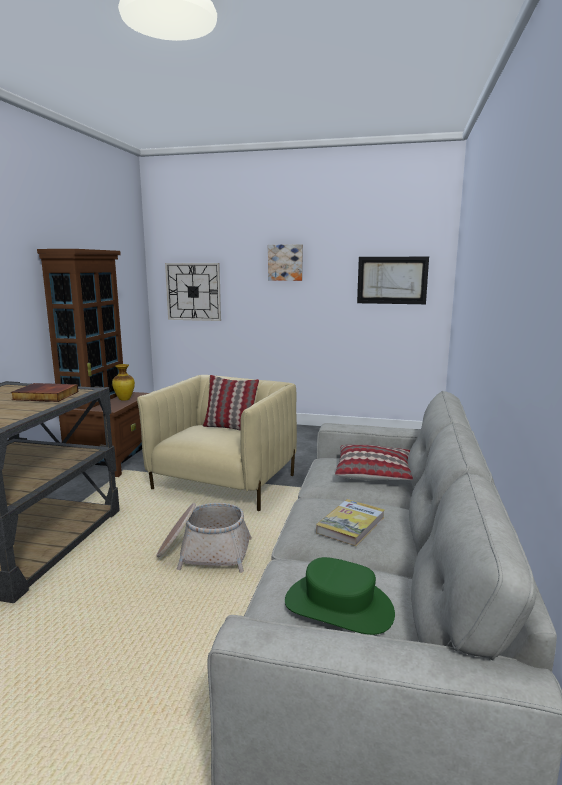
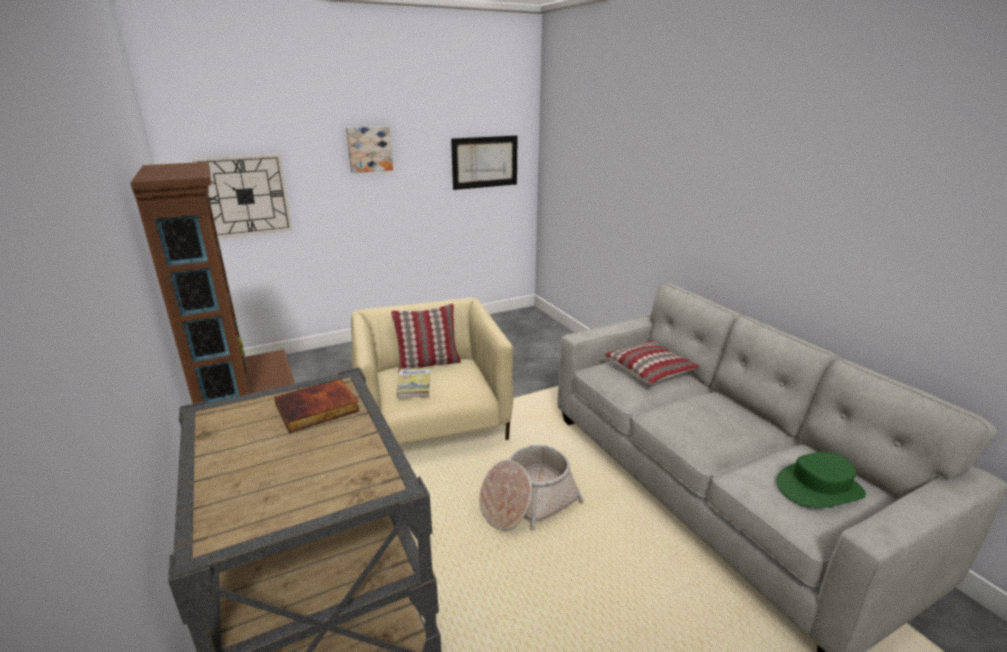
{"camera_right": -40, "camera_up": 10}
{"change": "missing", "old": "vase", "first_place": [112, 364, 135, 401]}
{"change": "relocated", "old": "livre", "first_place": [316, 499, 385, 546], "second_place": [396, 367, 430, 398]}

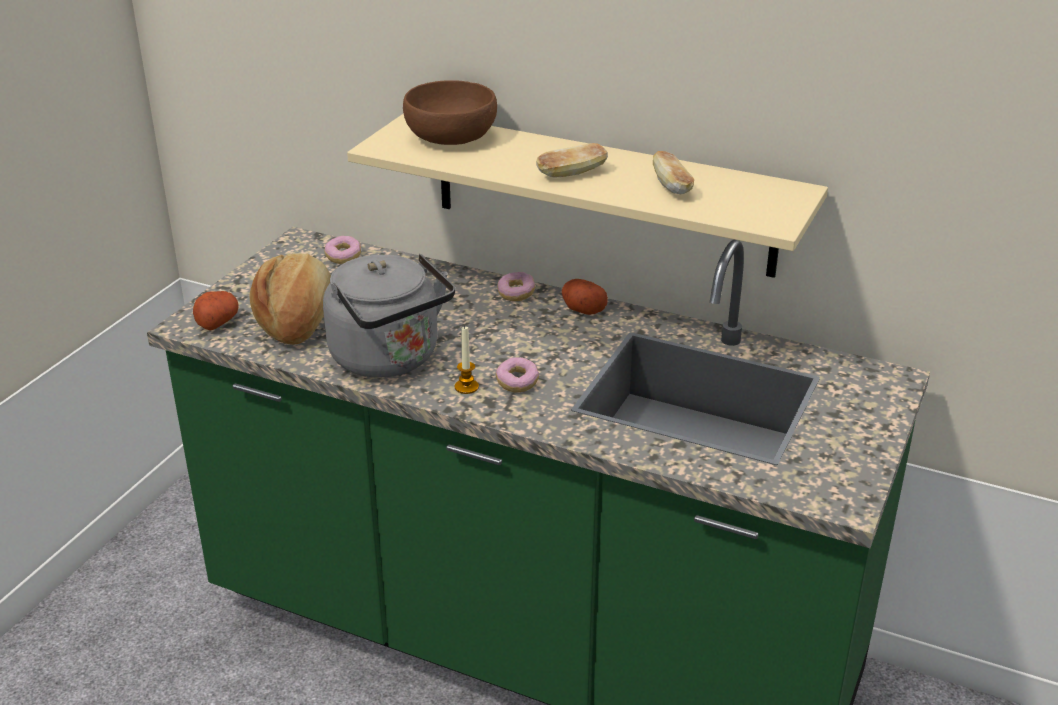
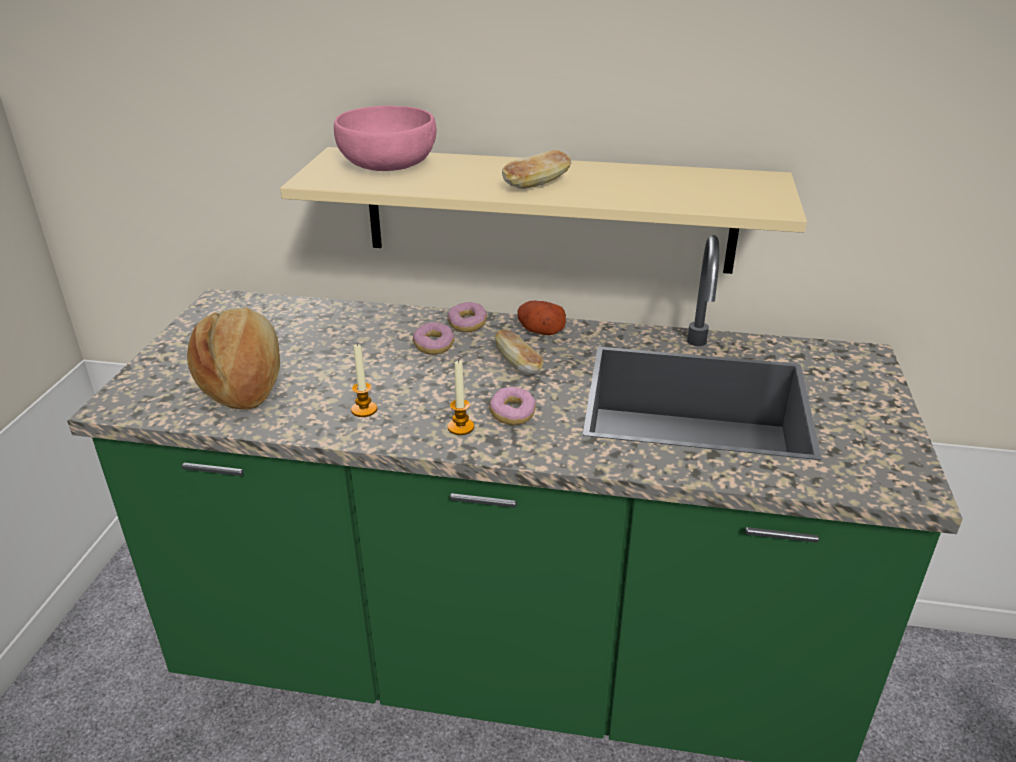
{"camera_right": -15, "camera_up": 0}
{"change": "missing", "old": "pomme de terre", "first_place": [193, 291, 239, 330]}
{"change": "relocated", "old": "beignet", "first_place": [324, 236, 361, 264], "second_place": [413, 322, 454, 355]}
{"change": "relocated", "old": "pain", "first_place": [653, 151, 694, 194], "second_place": [495, 330, 543, 374]}
{"change": "exchanged", "old": "bouilloire [gris]", "new": "bougie", "first_place": [323, 254, 455, 378], "second_place": [351, 344, 377, 417]}
{"change": "colour", "old": "bol [marron]", "new": "bol [rose]", "first_place": [403, 80, 497, 145], "second_place": [334, 106, 437, 171]}

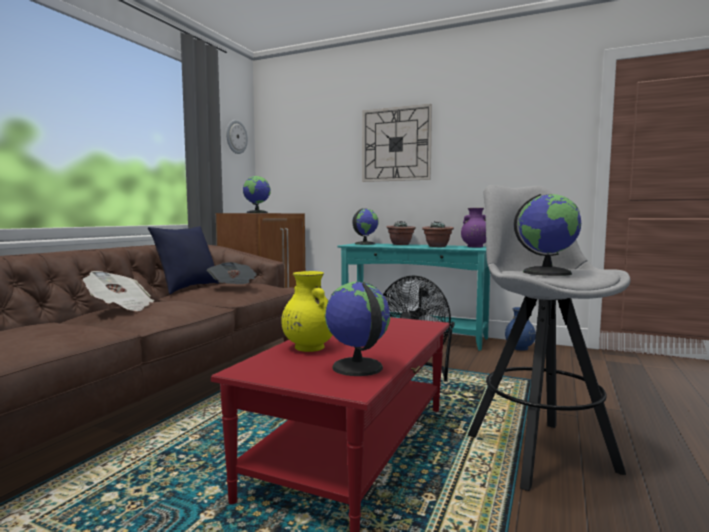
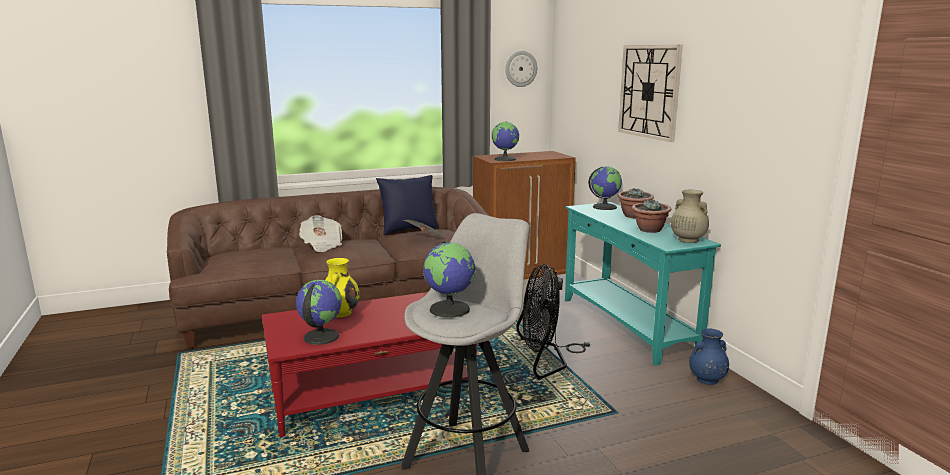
{"camera_right": 45, "camera_up": 10}
{"change": "colour", "old": "vase [violet]", "new": "vase [beige]", "first_place": [461, 208, 486, 247], "second_place": [671, 190, 709, 243]}

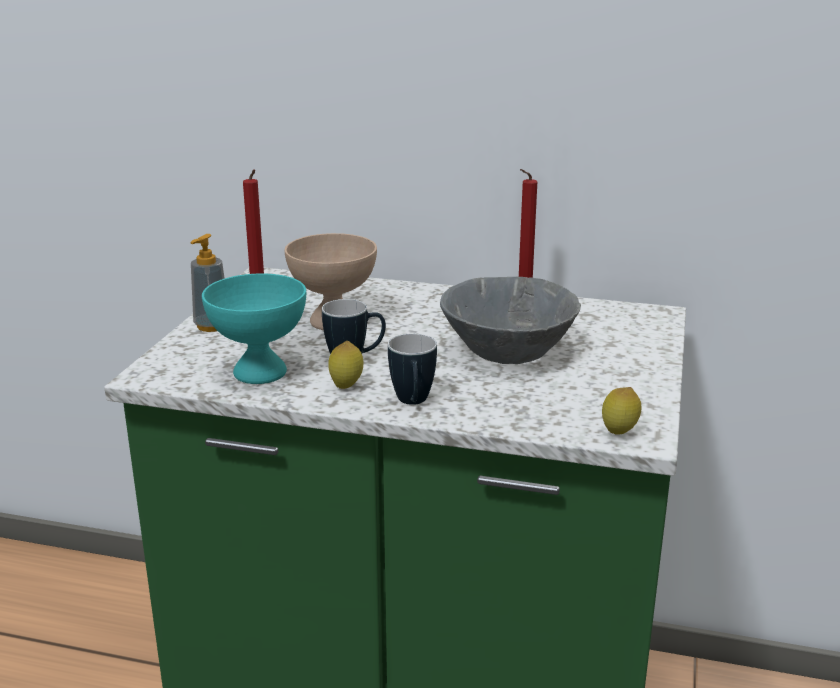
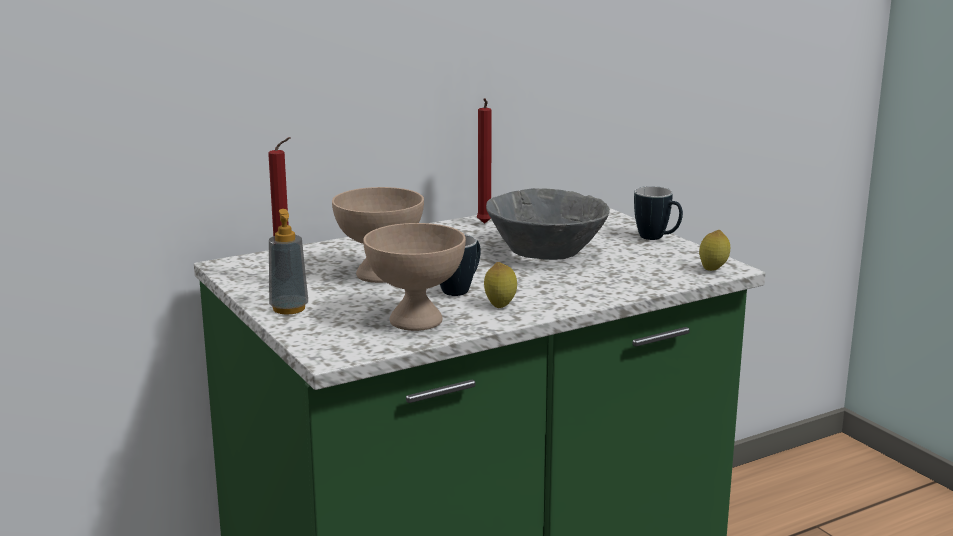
{"camera_right": -45, "camera_up": -5}
{"change": "relocated", "old": "mug", "first_place": [388, 334, 437, 405], "second_place": [634, 186, 683, 240]}
{"change": "colour", "old": "bol [turquoise]", "new": "bol [beige]", "first_place": [202, 273, 306, 384], "second_place": [363, 223, 466, 331]}

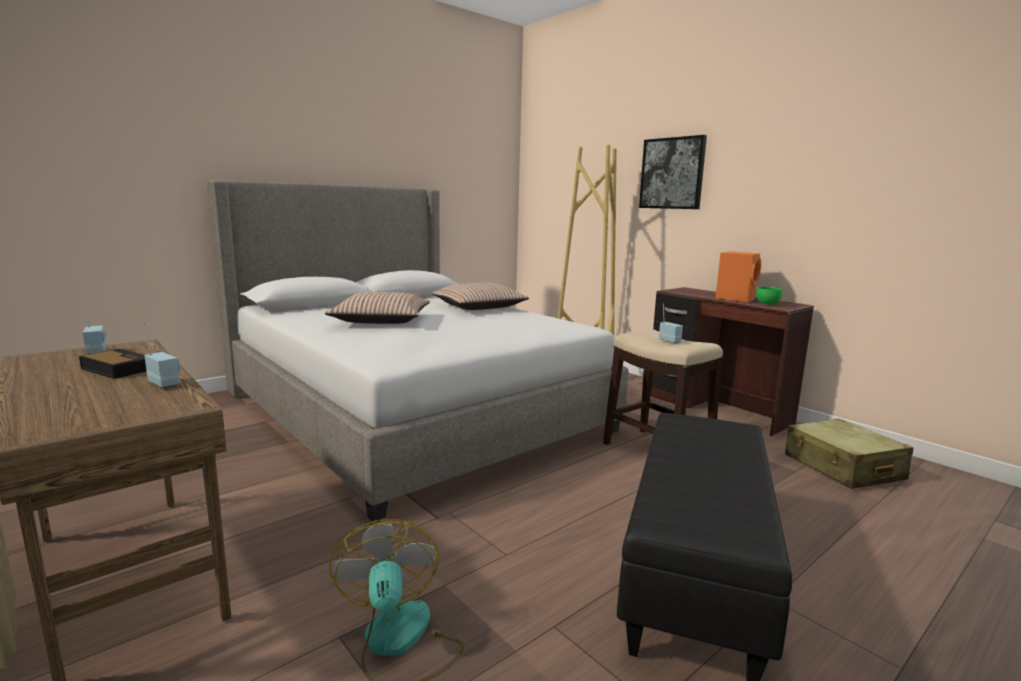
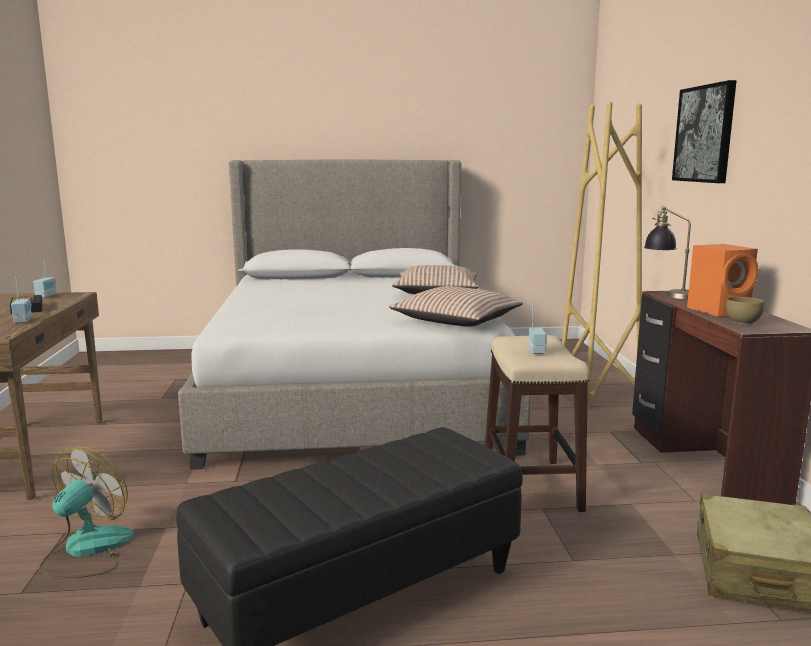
{"camera_right": 35, "camera_up": 0}
{"change": "appeared", "new": "lampe de table", "second_place": [644, 206, 691, 299]}
{"change": "relocated", "old": "coussin", "first_place": [325, 292, 430, 324], "second_place": [389, 286, 523, 327]}
{"change": "colour", "old": "bol [vert]", "new": "bol [marron]", "first_place": [756, 287, 782, 305], "second_place": [726, 297, 764, 324]}

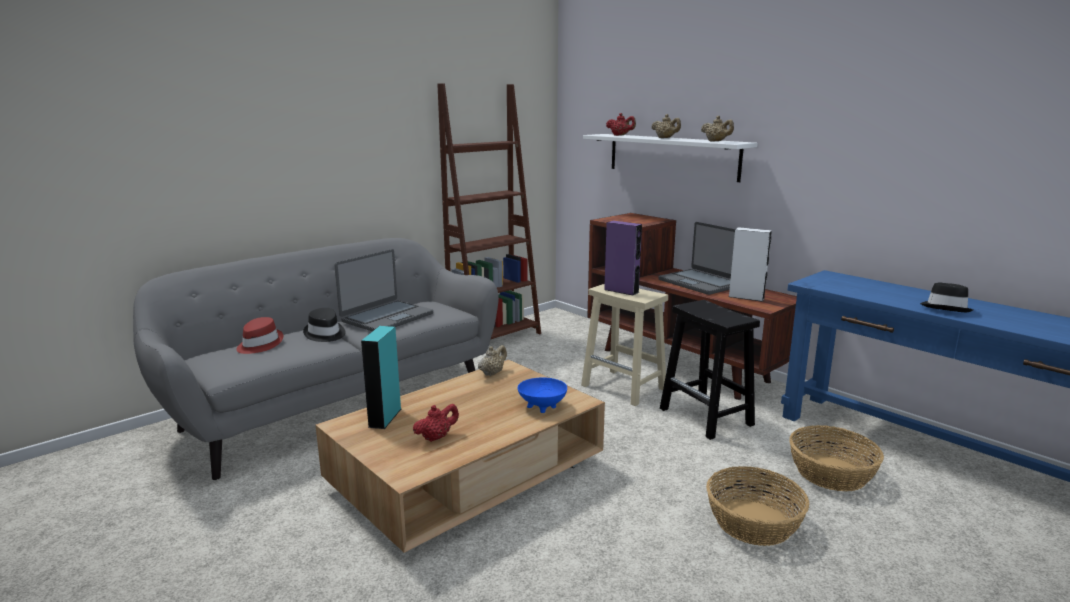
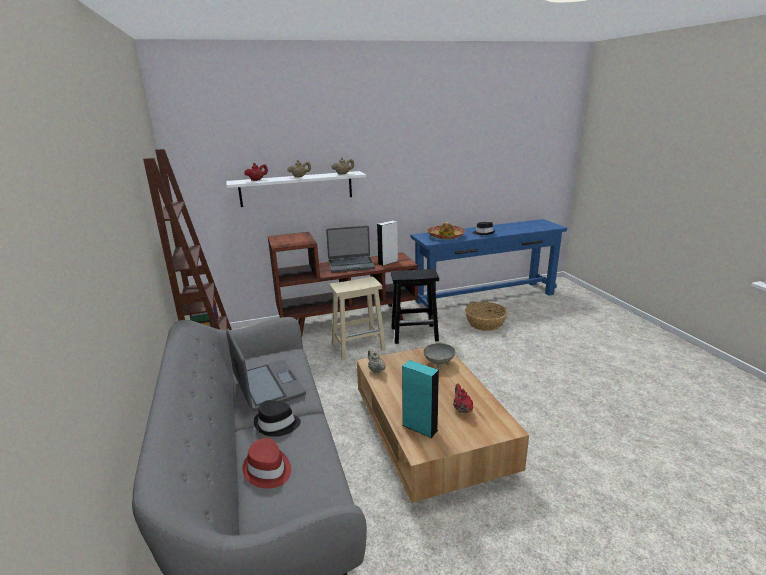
{"camera_right": -65, "camera_up": 5}
{"change": "missing", "old": "enceinte [violet]", "first_place": [604, 221, 642, 296]}
{"change": "missing", "old": "panier", "first_place": [706, 466, 810, 546]}
{"change": "appeared", "new": "chapeau", "second_place": [427, 222, 465, 240]}
{"change": "colour", "old": "bol [bleu]", "new": "bol [gris]", "first_place": [518, 378, 567, 413], "second_place": [423, 343, 456, 368]}

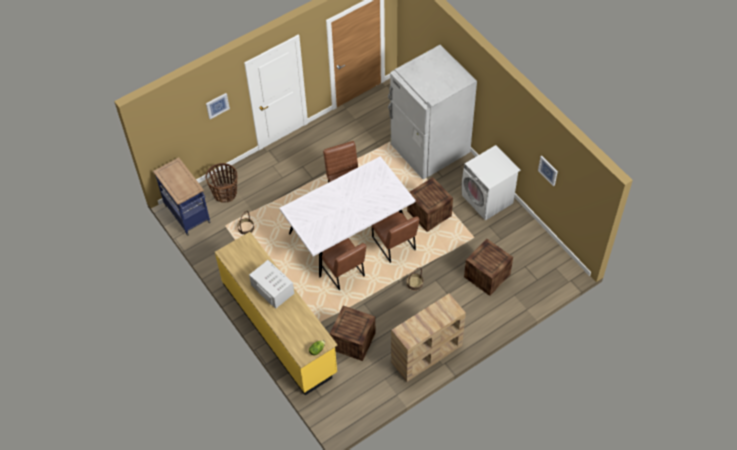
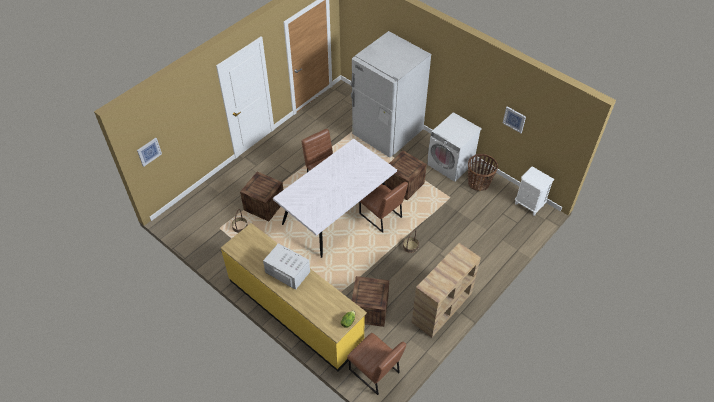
{"camera_right": -15, "camera_up": -5}
{"change": "missing", "old": "chariot [bleu]", "first_place": [153, 157, 210, 236]}
{"change": "appeared", "new": "table de chevet [blanc]", "second_place": [515, 166, 554, 215]}
{"change": "relocated", "old": "tableau", "first_place": [206, 93, 230, 119], "second_place": [137, 138, 162, 167]}
{"change": "relocated", "old": "panier", "first_place": [206, 163, 238, 203], "second_place": [468, 154, 498, 191]}
{"change": "relocated", "old": "chaise [marron]", "first_place": [322, 238, 366, 290], "second_place": [347, 333, 406, 395]}
{"change": "relocated", "old": "caisse", "first_place": [464, 239, 513, 296], "second_place": [240, 171, 283, 222]}

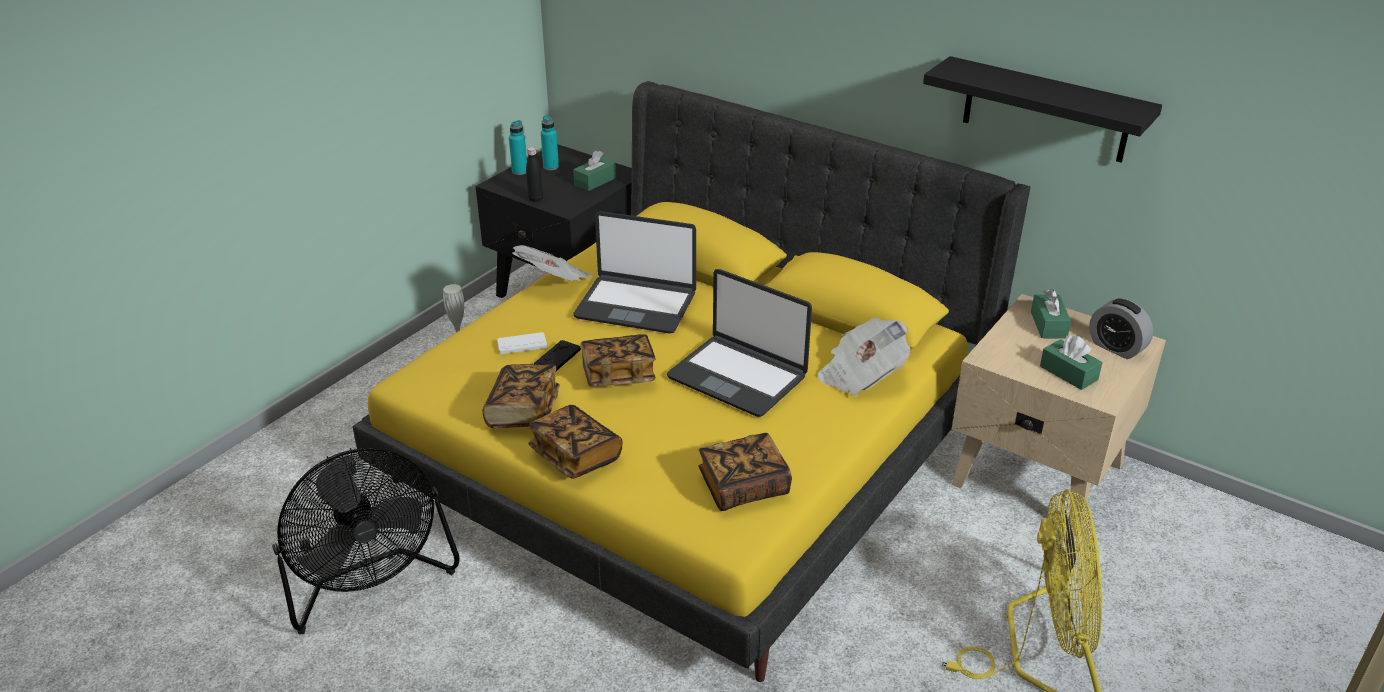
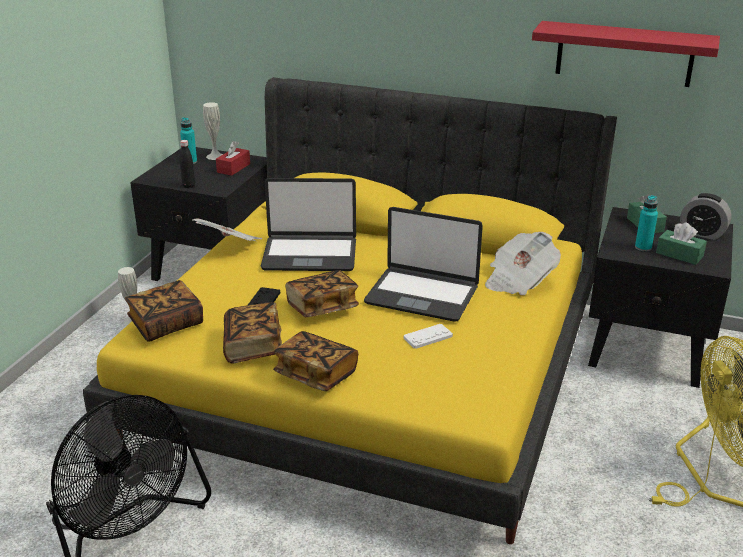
{"camera_right": -15, "camera_up": -5}
{"change": "appeared", "new": "vase [blanc]", "second_place": [203, 102, 223, 160]}
{"change": "relocated", "old": "manette [blanc]", "first_place": [497, 332, 547, 354], "second_place": [403, 324, 453, 349]}
{"change": "relocated", "old": "bouteille [turquoise]", "first_place": [509, 120, 527, 175], "second_place": [635, 195, 658, 251]}
{"change": "relocated", "old": "livre", "first_place": [699, 433, 792, 511], "second_place": [125, 280, 203, 342]}
{"change": "colour", "old": "boîte à mouchoirs [vert]", "new": "boîte à mouchoirs [rouge]", "first_place": [573, 151, 616, 191], "second_place": [216, 141, 250, 176]}
{"change": "colour", "old": "étagère [noir]", "new": "étagère [rouge]", "first_place": [923, 56, 1162, 163], "second_place": [532, 21, 720, 87]}
{"change": "colour", "old": "table de chevet [beige]", "new": "table de chevet [noir]", "first_place": [952, 294, 1166, 537], "second_place": [588, 207, 733, 388]}

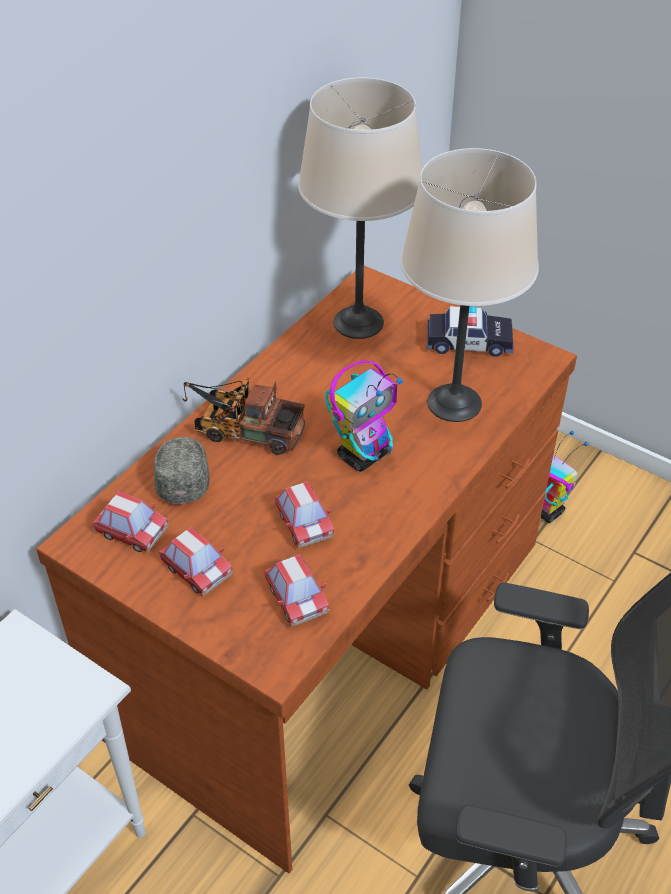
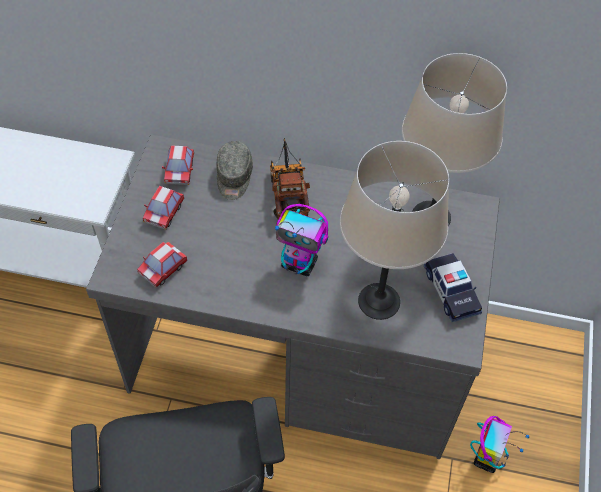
{"camera_right": 65, "camera_up": 10}
{"change": "missing", "old": "petite voiture", "first_place": [275, 482, 335, 548]}
{"change": "colour", "old": "bureau [marron]", "new": "bureau [gris]", "first_place": [36, 266, 577, 873], "second_place": [86, 135, 500, 459]}
{"change": "spun", "old": "casquette [gris]", "first_place": [154, 437, 210, 504], "second_place": [217, 141, 253, 200], "degrees": 120}

